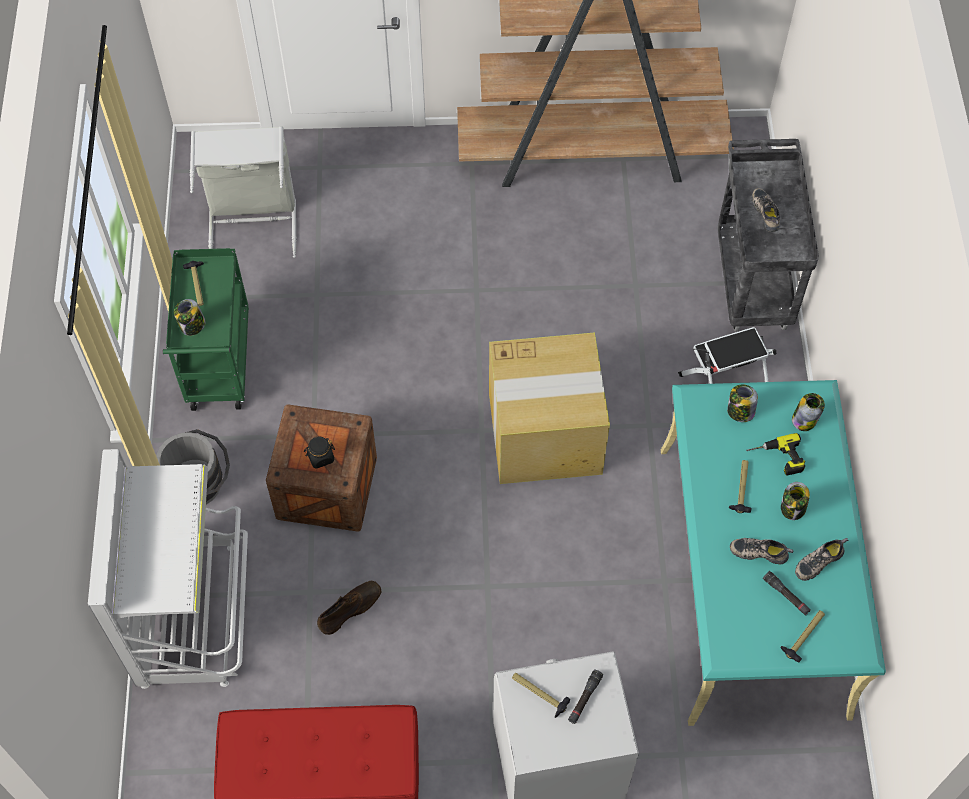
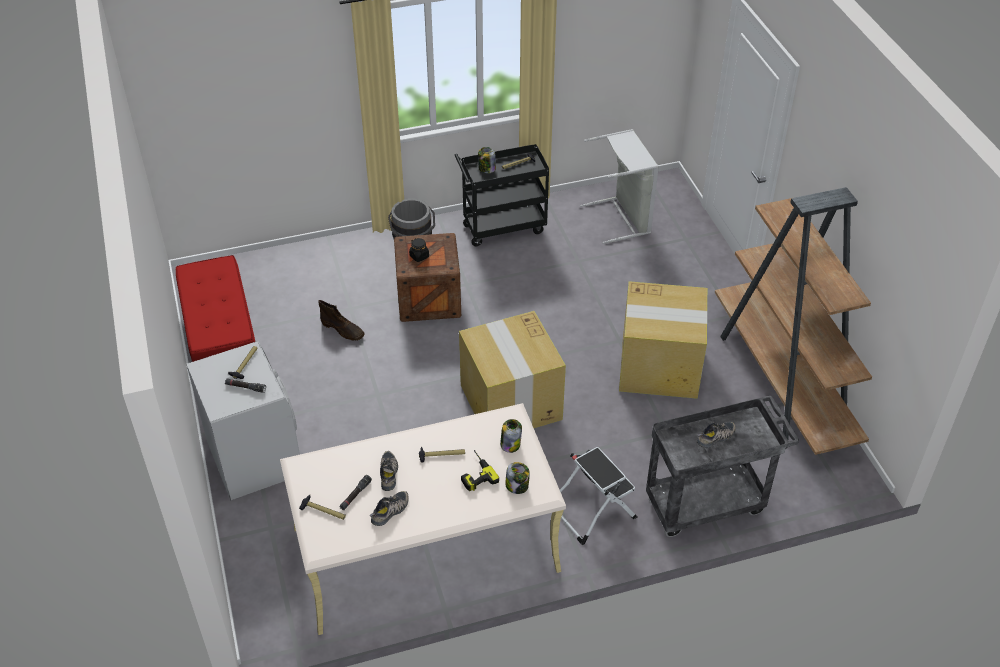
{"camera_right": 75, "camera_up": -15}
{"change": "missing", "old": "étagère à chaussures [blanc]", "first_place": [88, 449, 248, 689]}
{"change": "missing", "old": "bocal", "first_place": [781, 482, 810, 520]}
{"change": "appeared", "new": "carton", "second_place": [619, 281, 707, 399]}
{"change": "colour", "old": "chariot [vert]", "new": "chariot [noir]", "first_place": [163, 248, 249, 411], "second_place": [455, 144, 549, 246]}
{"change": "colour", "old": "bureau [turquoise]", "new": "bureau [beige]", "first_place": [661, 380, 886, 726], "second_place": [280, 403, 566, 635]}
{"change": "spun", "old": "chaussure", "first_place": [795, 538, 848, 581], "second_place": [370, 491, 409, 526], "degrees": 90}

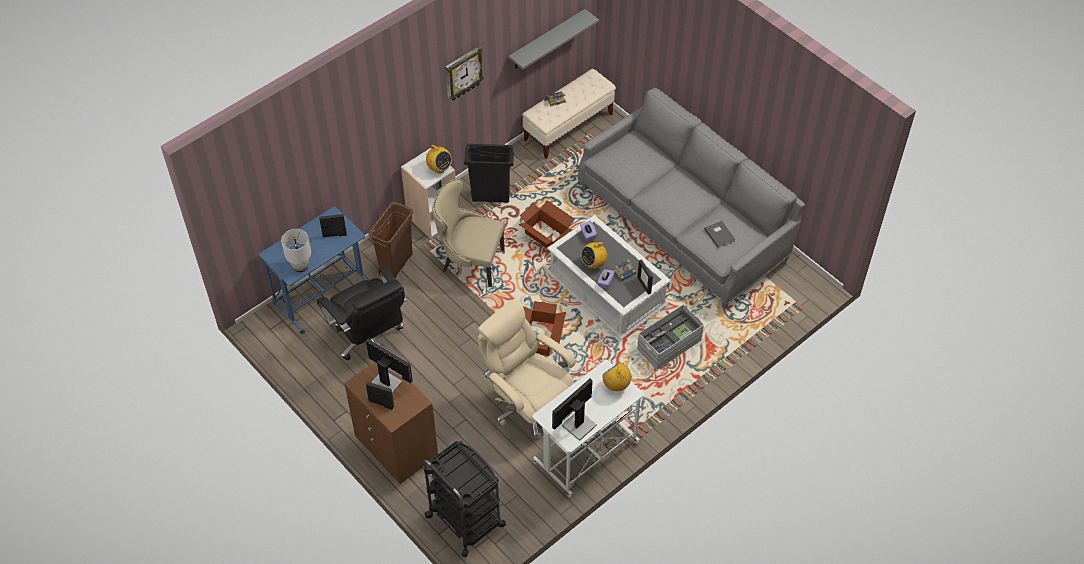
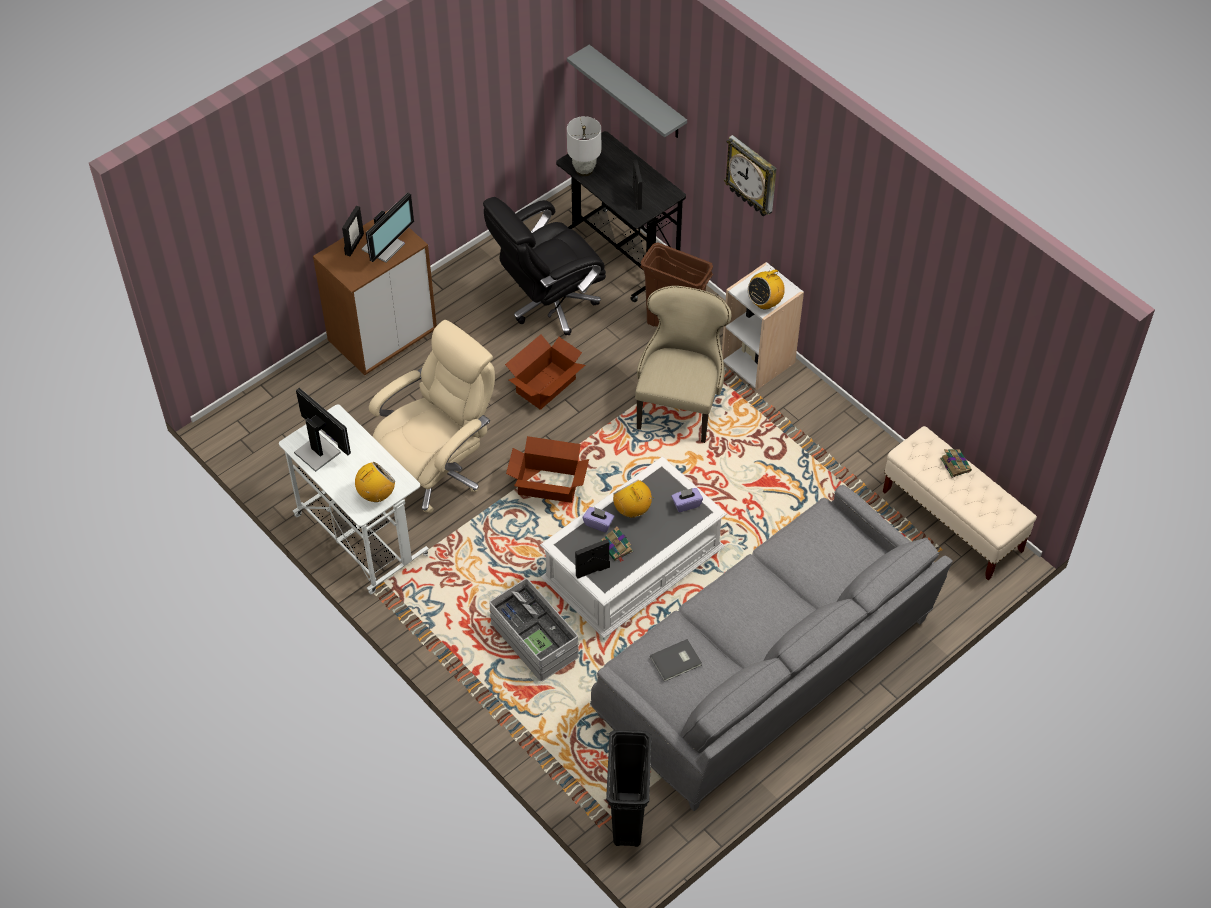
{"camera_right": 90, "camera_up": 0}
{"change": "missing", "old": "chariot [noir]", "first_place": [423, 441, 506, 557]}
{"change": "relocated", "old": "horloge murale", "first_place": [445, 46, 484, 101], "second_place": [724, 135, 777, 216]}
{"change": "relocated", "old": "poubelle [noir]", "first_place": [464, 144, 514, 203], "second_place": [606, 730, 652, 847]}
{"change": "relocated", "old": "étagère [gris]", "first_place": [509, 9, 599, 70], "second_place": [567, 45, 687, 138]}
{"change": "relocated", "old": "carton", "first_place": [518, 200, 575, 248], "second_place": [505, 334, 585, 410]}
{"change": "colour", "old": "bureau [bleu]", "new": "bureau [noir]", "first_place": [259, 207, 368, 334], "second_place": [556, 131, 686, 302]}

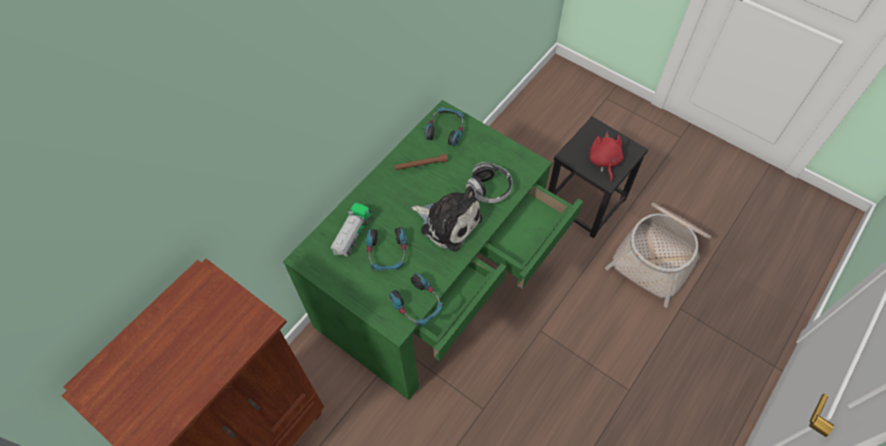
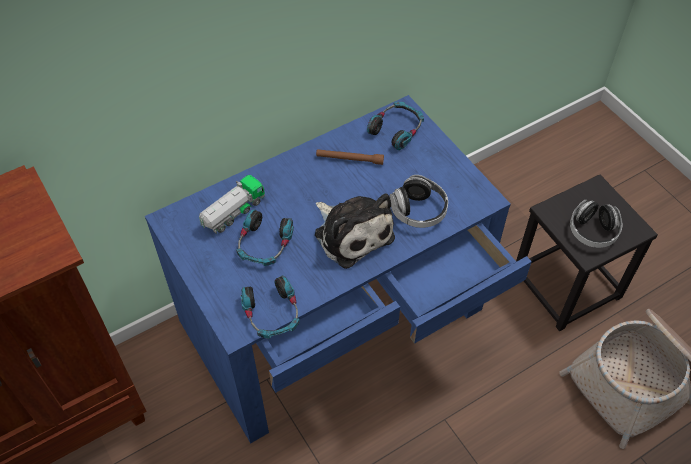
{"camera_right": 20, "camera_up": -5}
{"change": "exchanged", "old": "peluche [rouge]", "new": "casque audio", "first_place": [590, 131, 623, 182], "second_place": [570, 200, 622, 248]}
{"change": "colour", "old": "bureau [vert]", "new": "bureau [bleu]", "first_place": [283, 100, 583, 400], "second_place": [145, 95, 532, 443]}

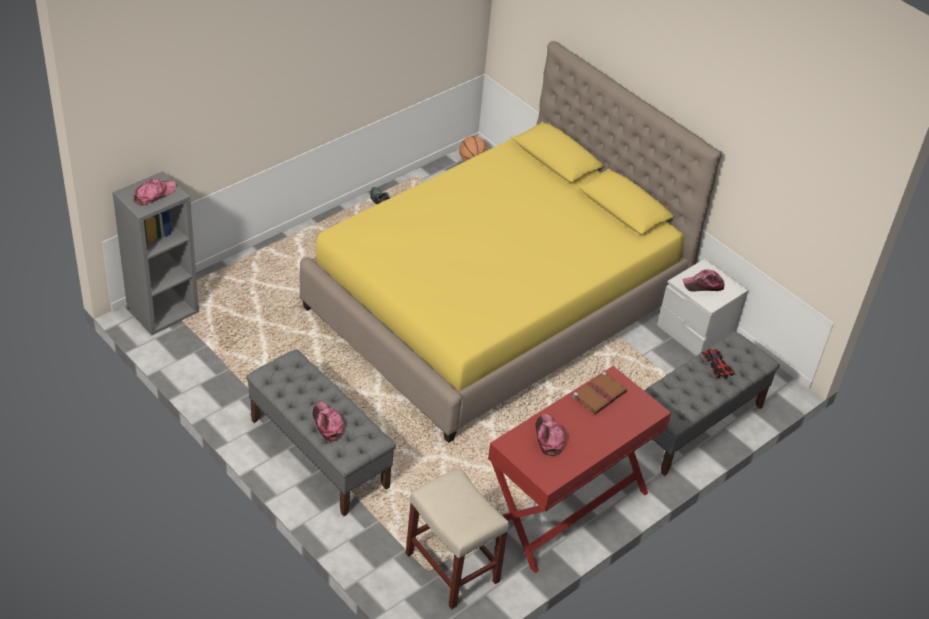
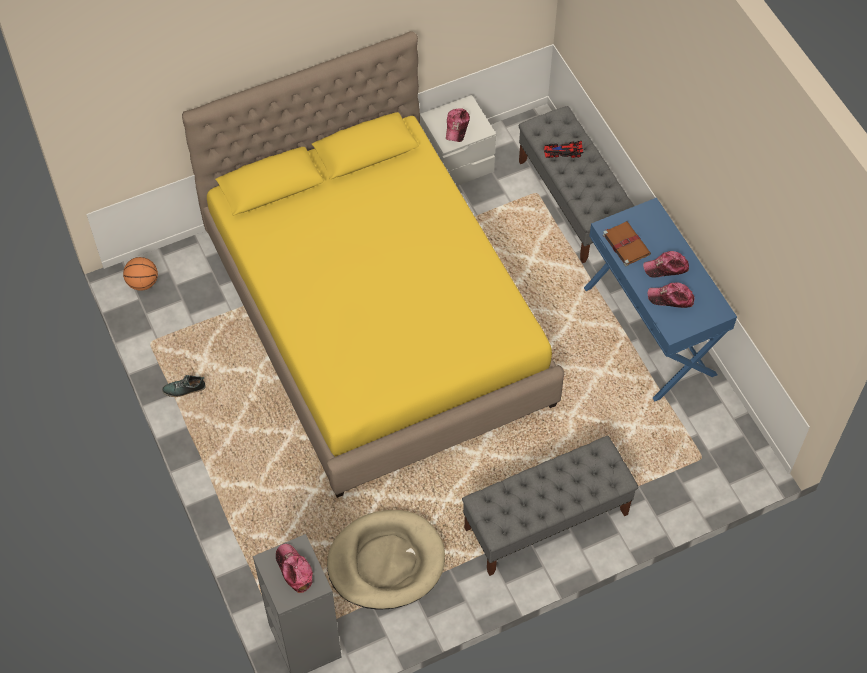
{"camera_right": -70, "camera_up": 15}
{"change": "missing", "old": "tabouret [beige]", "first_place": [406, 468, 510, 609]}
{"change": "appeared", "new": "panier pour chien [beige]", "second_place": [327, 510, 445, 610]}
{"change": "relocated", "old": "casquette", "first_place": [313, 402, 344, 442], "second_place": [643, 251, 689, 277]}
{"change": "colour", "old": "bureau [rouge]", "new": "bureau [bleu]", "first_place": [488, 366, 671, 573], "second_place": [584, 198, 737, 401]}

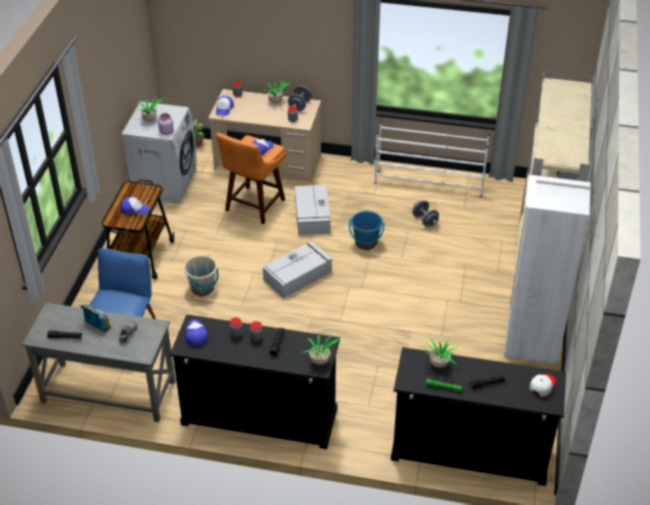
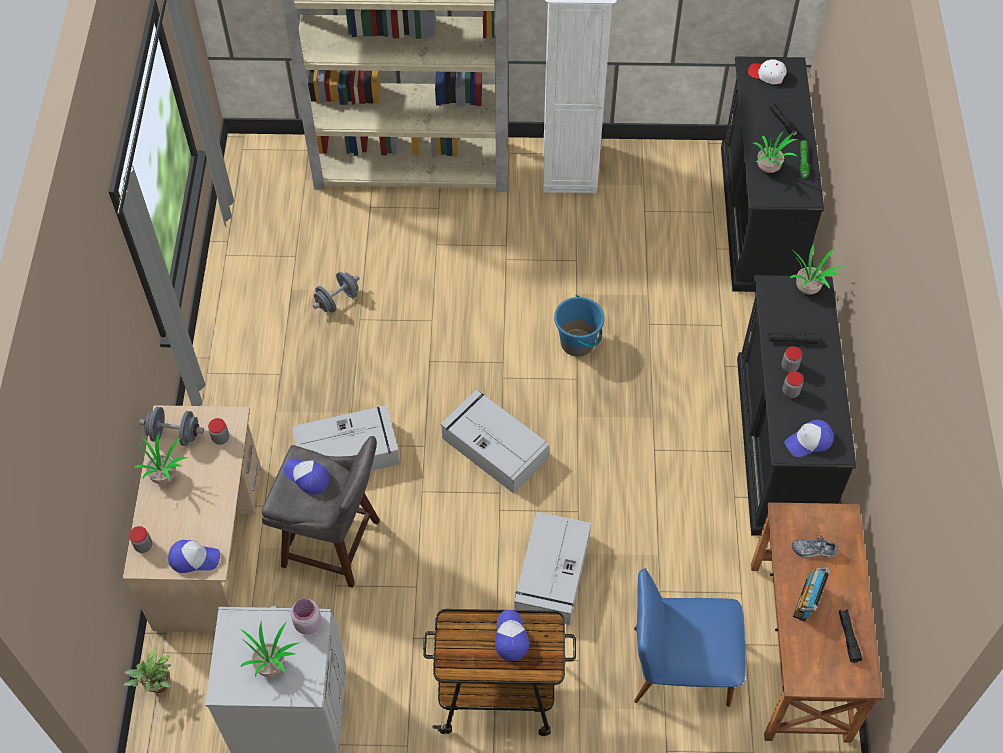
{"camera_right": -100, "camera_up": 15}
{"change": "missing", "old": "étagère à chaussures [blanc]", "first_place": [374, 121, 490, 197]}
{"change": "relocated", "old": "seau [bleu]", "first_place": [349, 211, 385, 250], "second_place": [554, 295, 604, 356]}
{"change": "exchanged", "old": "seau [beige]", "new": "boîte de rangement [gris]", "first_place": [183, 255, 219, 296], "second_place": [514, 512, 591, 625]}
{"change": "colour", "old": "bureau [gris]", "new": "bureau [marron]", "first_place": [22, 303, 175, 422], "second_place": [751, 502, 884, 743]}
{"change": "colour", "old": "tabouret [orange]", "new": "tabouret [gris]", "first_place": [216, 133, 286, 224], "second_place": [262, 436, 380, 588]}

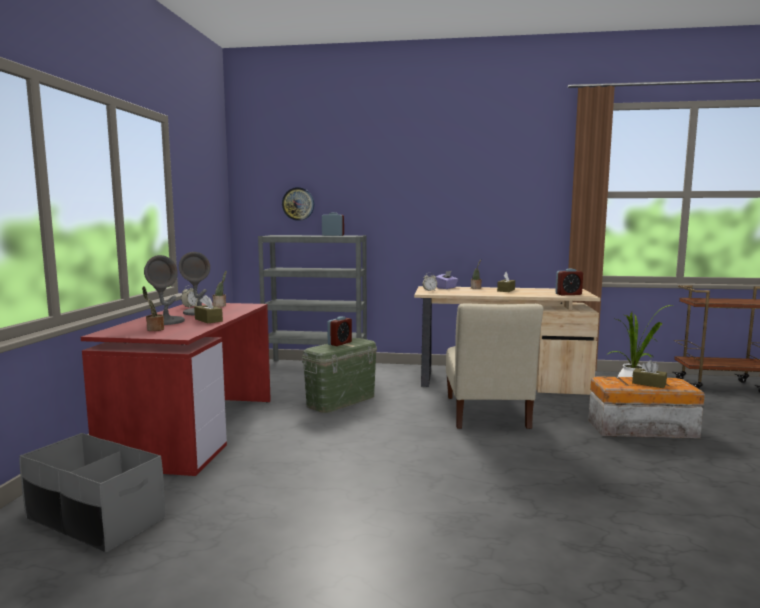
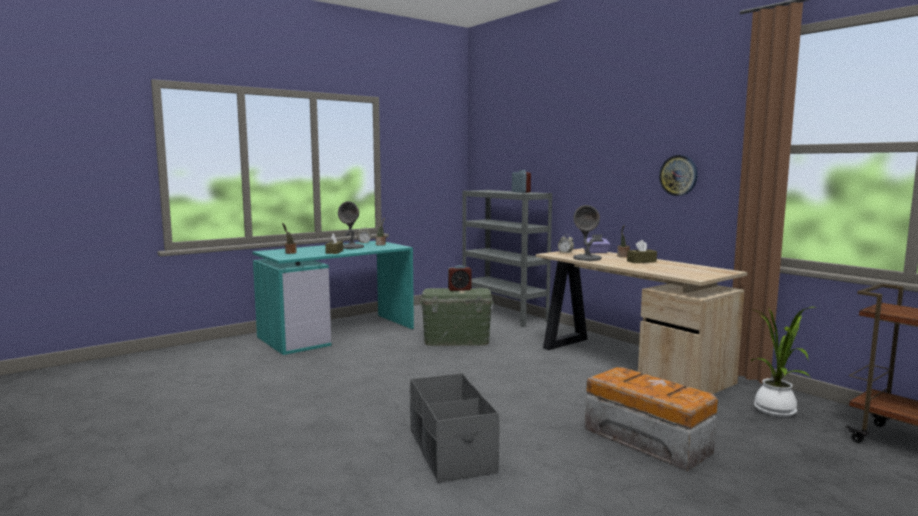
{"camera_right": 45, "camera_up": 0}
{"change": "missing", "old": "chaise [beige]", "first_place": [446, 303, 544, 429]}
{"change": "missing", "old": "réveil", "first_place": [555, 268, 583, 295]}
{"change": "missing", "old": "boîte à mouchoirs [marron]", "first_place": [632, 360, 667, 388]}
{"change": "relocated", "old": "boîte de rangement [gris]", "first_place": [19, 433, 165, 553], "second_place": [410, 373, 499, 483]}
{"change": "relocated", "old": "lampe de table [gris]", "first_place": [144, 255, 185, 325], "second_place": [573, 205, 602, 261]}
{"change": "relocated", "old": "horloge murale", "first_place": [282, 187, 314, 221], "second_place": [659, 155, 698, 196]}
{"change": "colour", "old": "bureau [rouge]", "new": "bureau [turquoise]", "first_place": [81, 303, 271, 476], "second_place": [252, 241, 414, 355]}

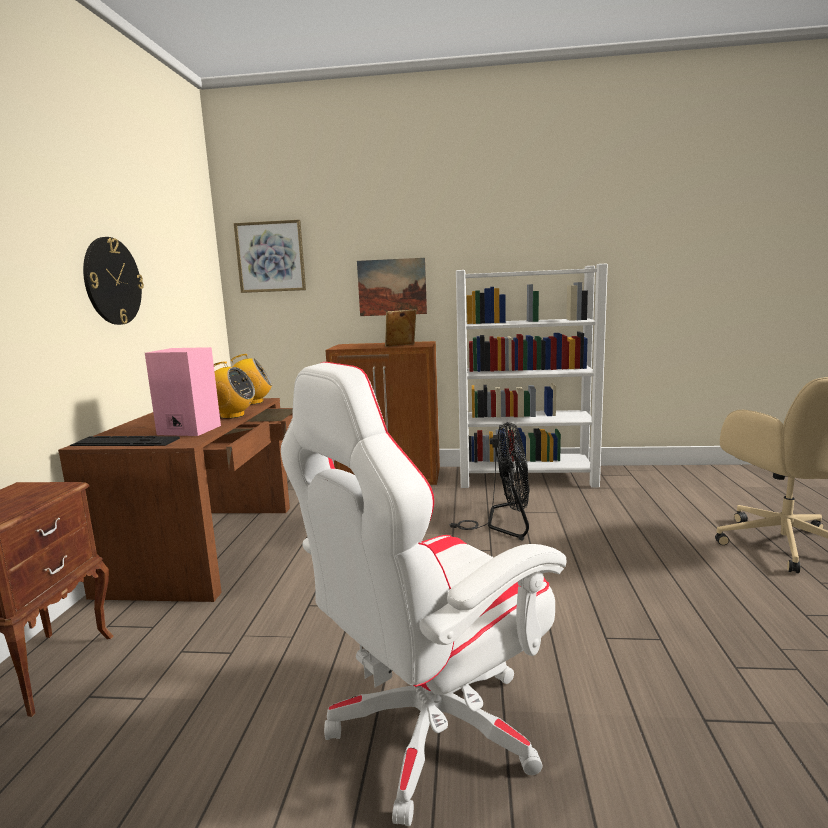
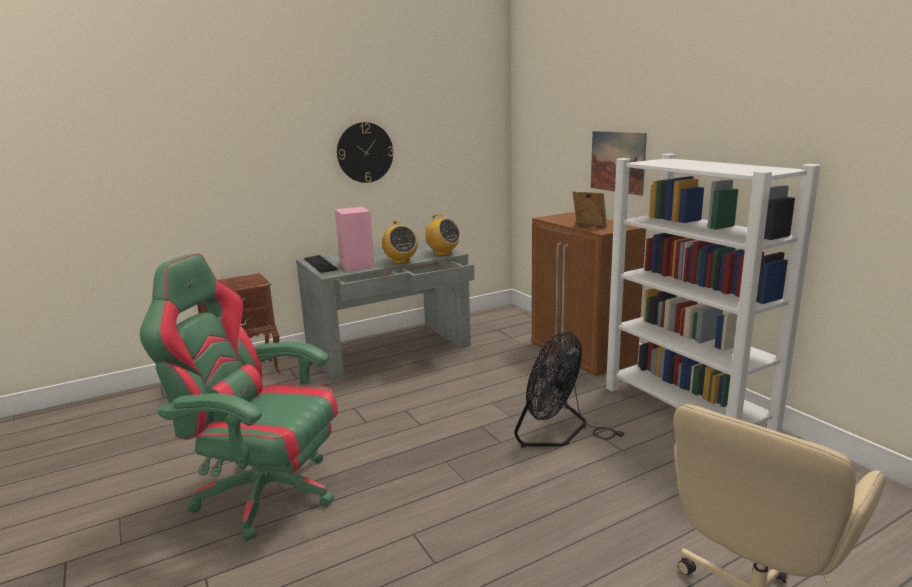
{"camera_right": 55, "camera_up": 5}
{"change": "missing", "old": "tableau", "first_place": [234, 220, 306, 293]}
{"change": "colour", "old": "bureau [marron]", "new": "bureau [gris]", "first_place": [58, 398, 293, 602], "second_place": [296, 240, 474, 381]}
{"change": "colour", "old": "chaise de bureau [blanc]", "new": "chaise de bureau [vert]", "first_place": [281, 362, 566, 826], "second_place": [140, 254, 338, 542]}
{"change": "spun", "old": "ventilateur [noir]", "first_place": [449, 422, 529, 541], "second_place": [515, 332, 624, 448], "degrees": 150}

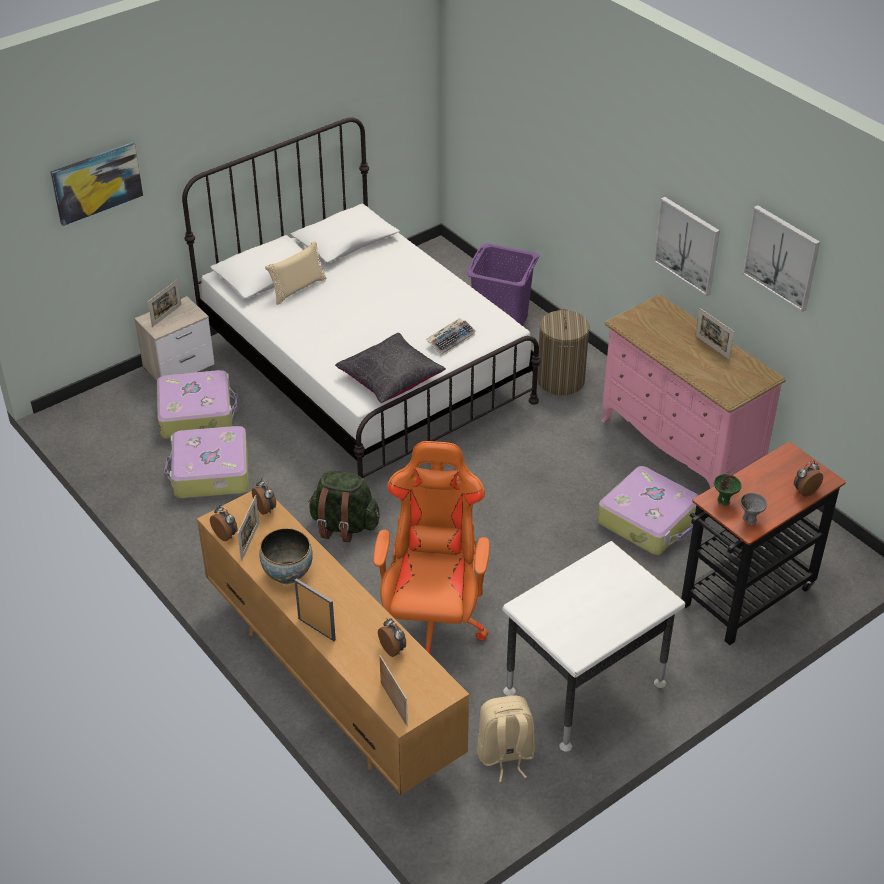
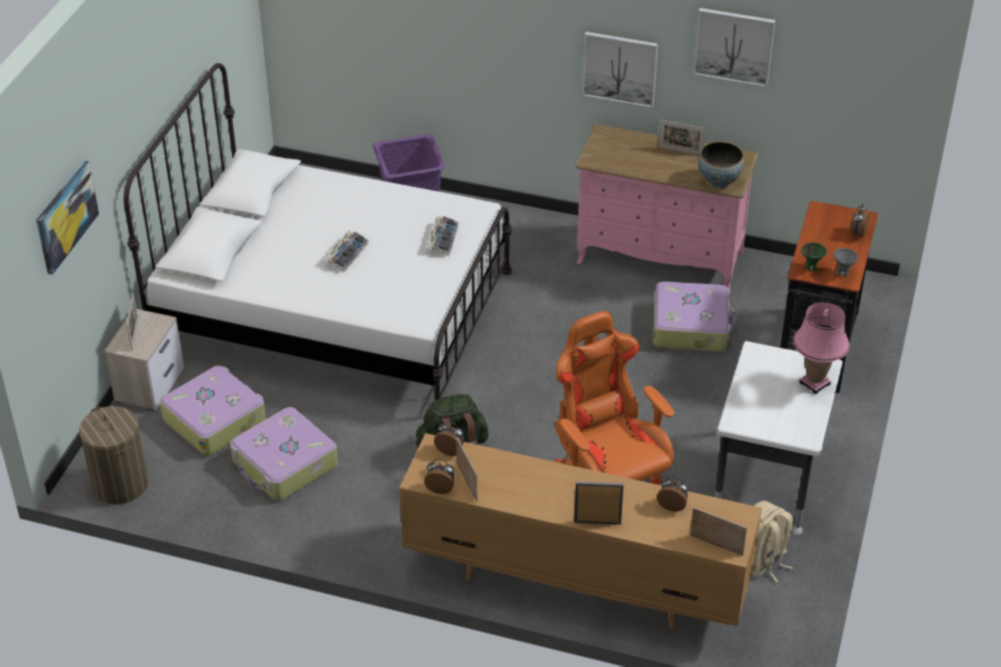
{"camera_right": -35, "camera_up": 0}
{"change": "missing", "old": "coussin [beige]", "first_place": [265, 241, 326, 305]}
{"change": "missing", "old": "coussin [noir]", "first_place": [335, 333, 446, 403]}
{"change": "appeared", "new": "clavier", "second_place": [324, 230, 369, 273]}
{"change": "appeared", "new": "lampe de table [rose]", "second_place": [793, 302, 850, 394]}
{"change": "relocated", "old": "bol", "first_place": [260, 528, 313, 584], "second_place": [699, 142, 744, 188]}
{"change": "relocated", "old": "panier à linge", "first_place": [537, 309, 590, 395], "second_place": [79, 406, 149, 504]}

